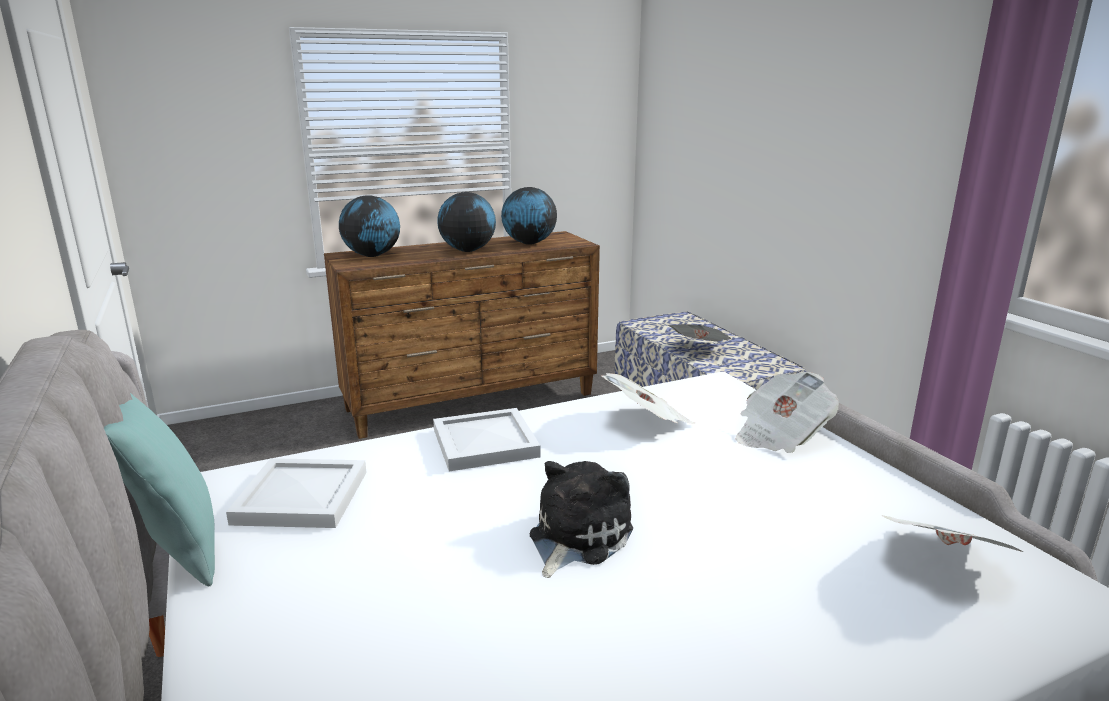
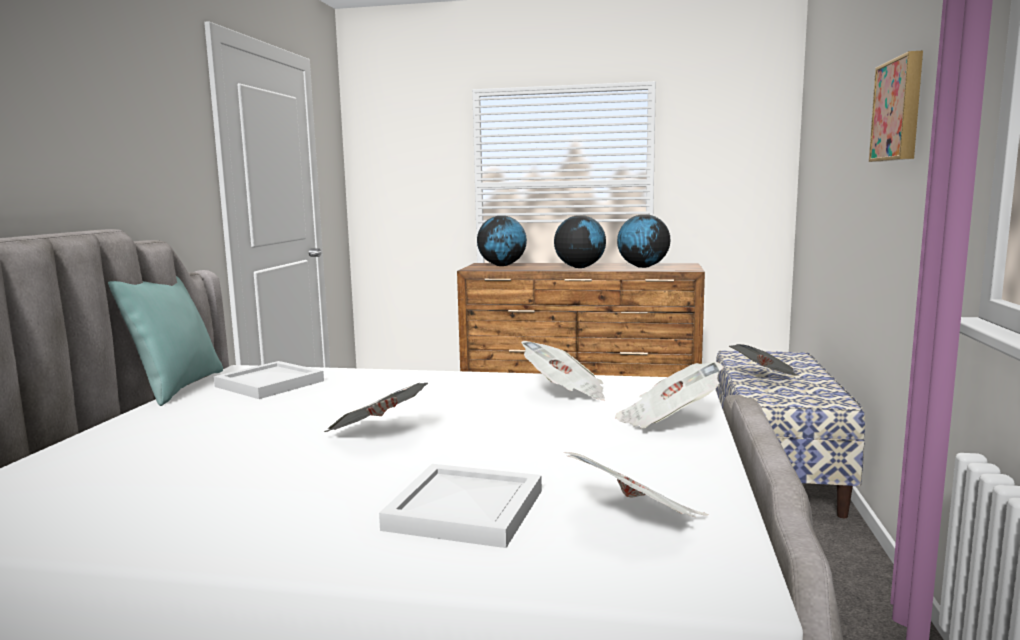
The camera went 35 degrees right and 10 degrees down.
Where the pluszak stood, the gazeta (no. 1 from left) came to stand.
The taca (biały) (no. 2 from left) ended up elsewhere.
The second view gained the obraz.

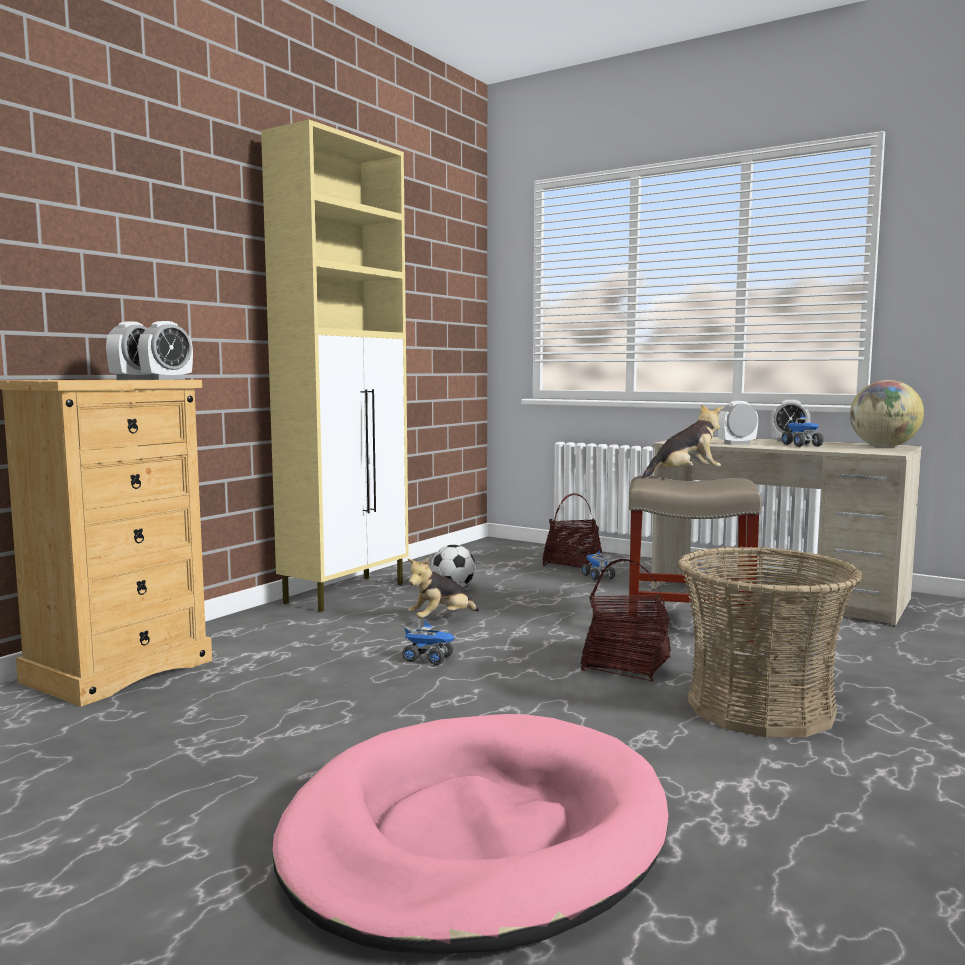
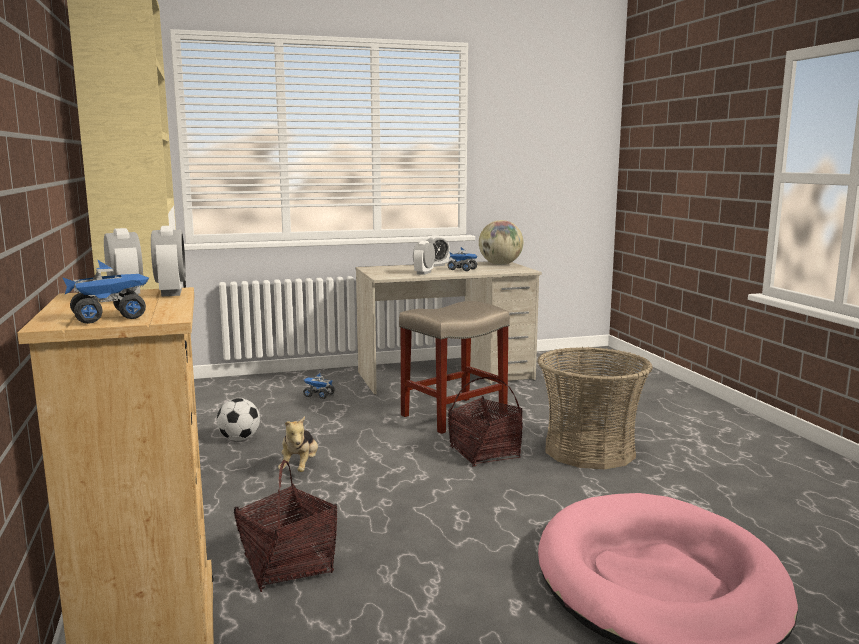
The camera went 50 degrees left and 5 degrees up.
The ciężarówka zabawkowa (no. 1 from left) ended up elsewhere.
The koszyk (no. 1 from left) ended up elsewhere.
The second view lost the pluszak (no. 2 from left).

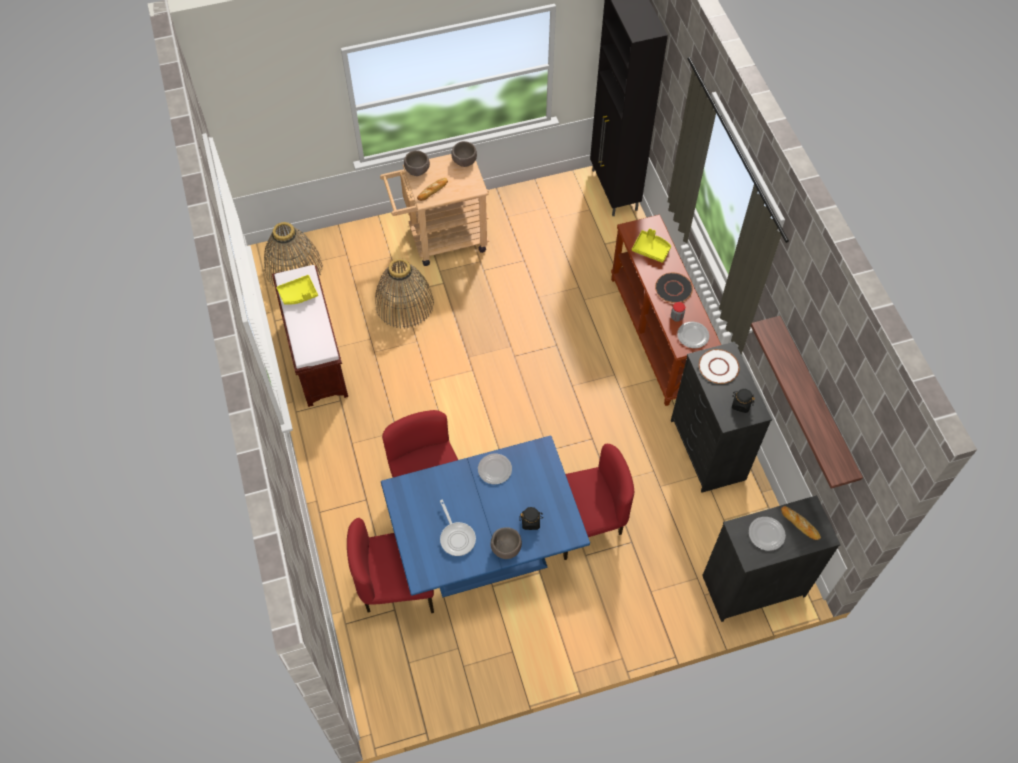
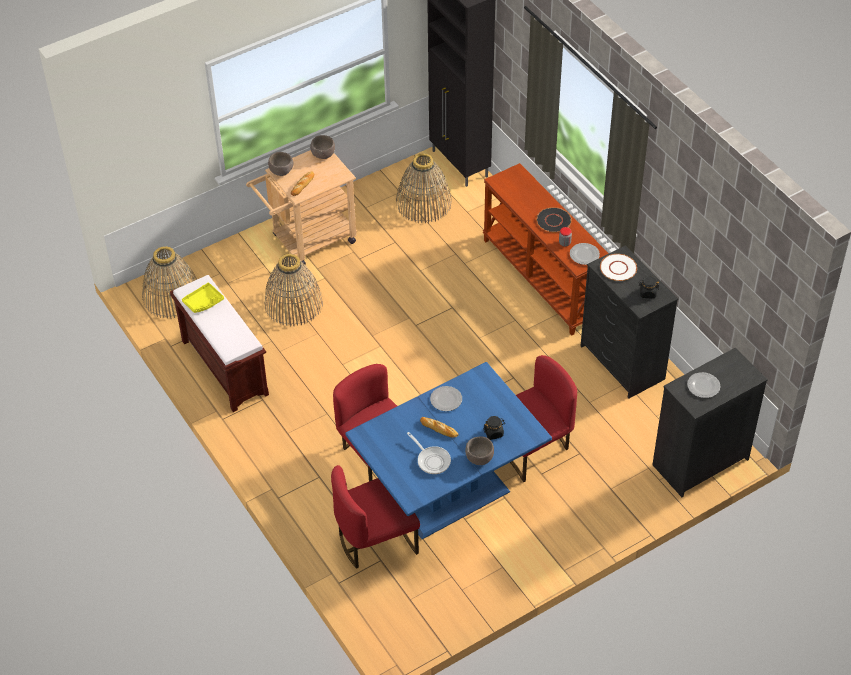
The camera went 15 degrees left and 10 degrees down.
The second view gained the koszyk (no. 3 from left).
The chleb (no. 2 from left) ended up elsewhere.
The second view lost the taca (żółty) (no. 2 from left).
The second view lost the półka.

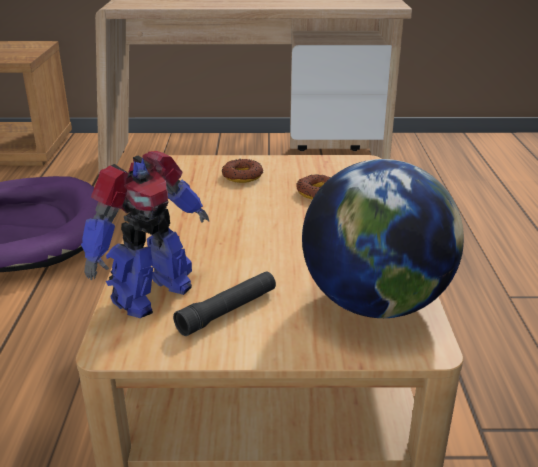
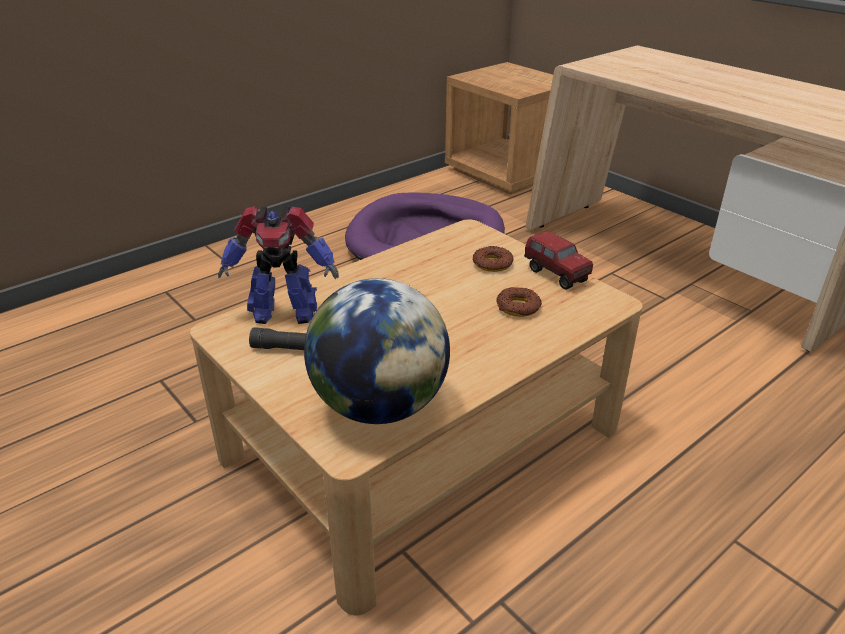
The camera went 50 degrees right and 5 degrees up.
The second view gained the ciężarówka zabawkowa.

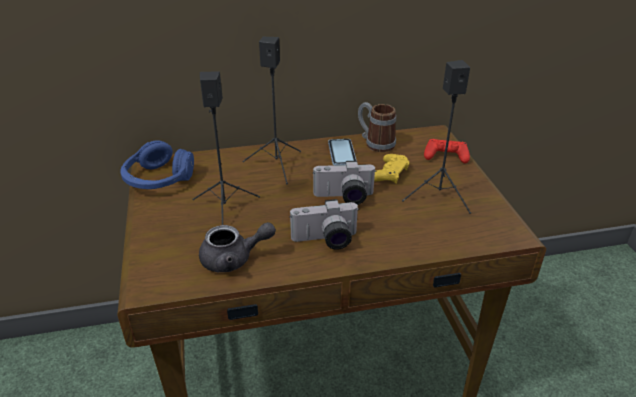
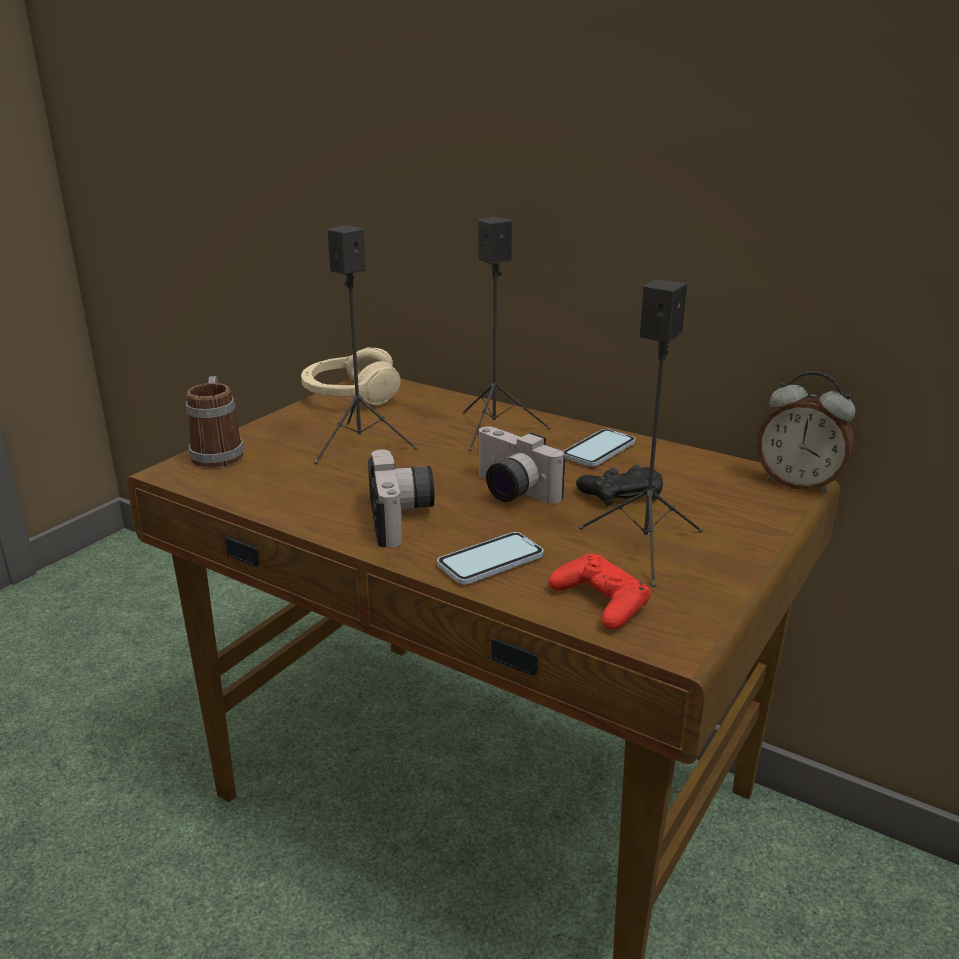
The camera went 45 degrees right and 10 degrees down.
The kubek ended up elsewhere.
What was the słuchawki (niebieski) turned into the słuchawki (beżowy).
The aparat fotograficzny (no. 1 from left) ended up facing another way, 135 degrees counterclockwise from before.
The second view gained the telefon (no. 1 from left).
The pad do gier (czerwony) ended up elsewhere.
What was the pad do gier (żółty) turned into the pad do gier (czarny).
The second view gained the budzik.
The second view lost the imbryk (szary).

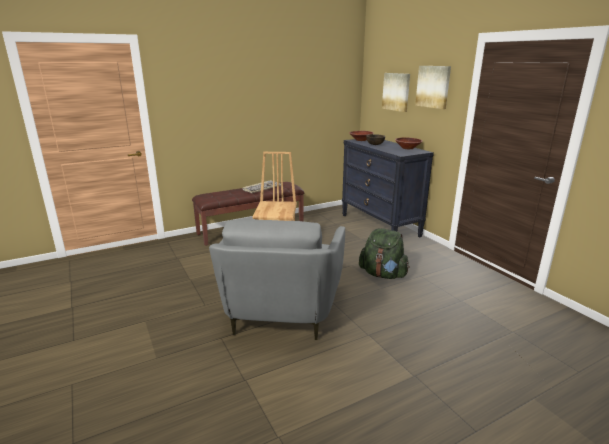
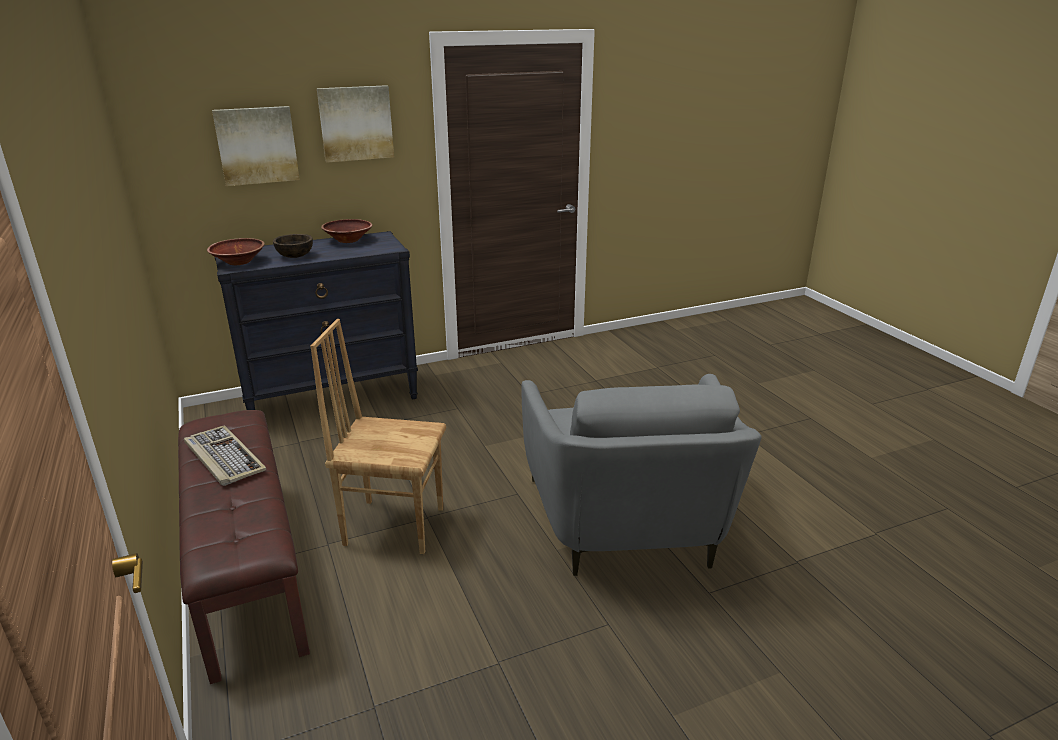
The camera went 85 degrees left and 5 degrees up.
The fotel (szary) ended up facing another way, 75 degrees clockwise from before.
The second view lost the plecak (zielony).

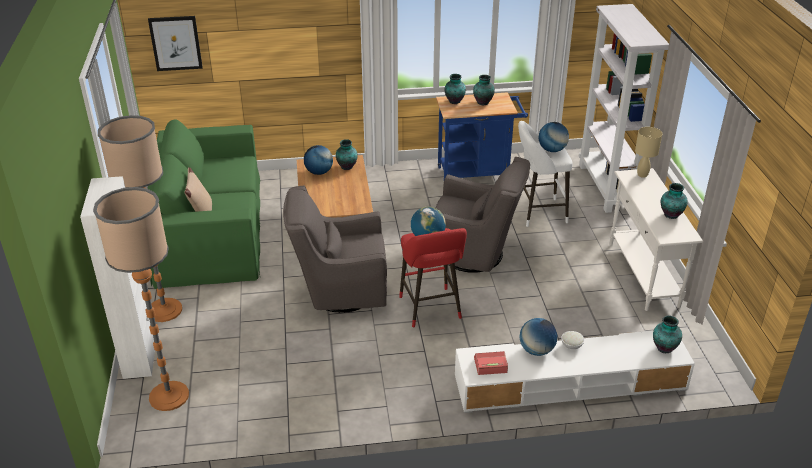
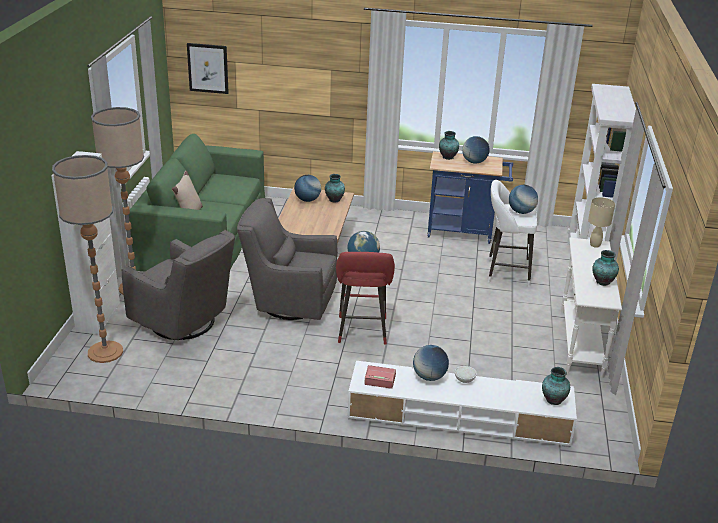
The camera went 15 degrees right and 5 degrees down.
The fotel (szary) (no. 2 from left in the first image) ended up elsewhere.
Where the wazon (no. 3 from left) stood, the globus (no. 4 from left) came to stand.

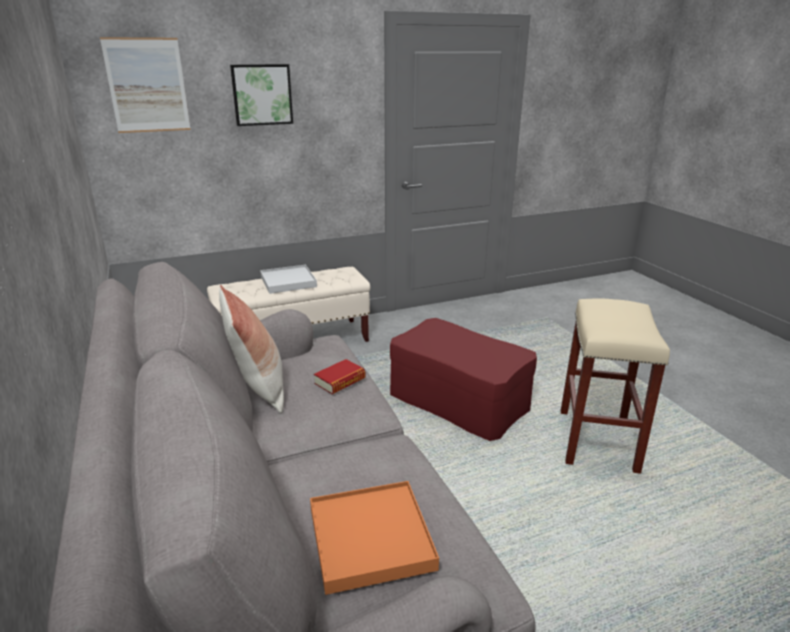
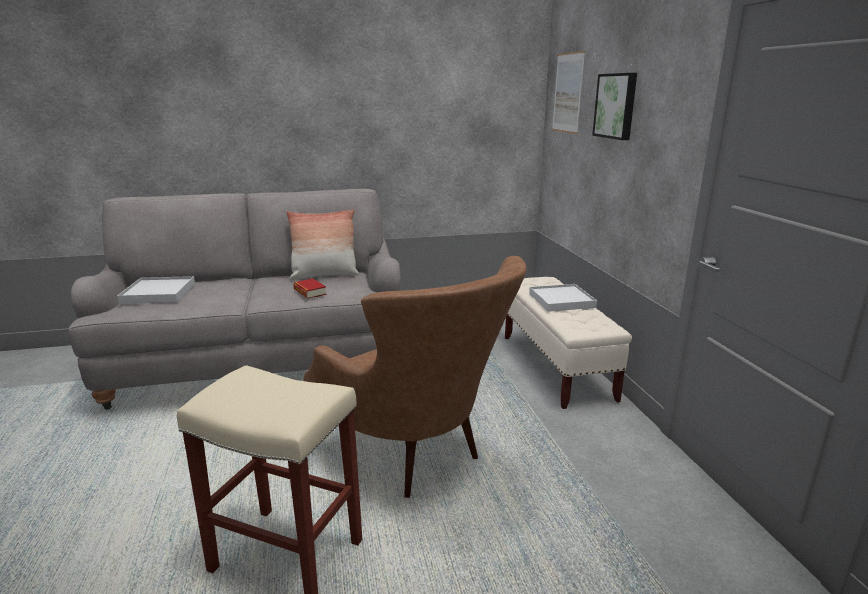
The camera went 100 degrees right and 5 degrees down.
What was the taca (pomarańczowy) turned into the taca (biały) (no. 1 from left).
Where the pufa (czerwony) stood, the fotel (brązowy) came to stand.

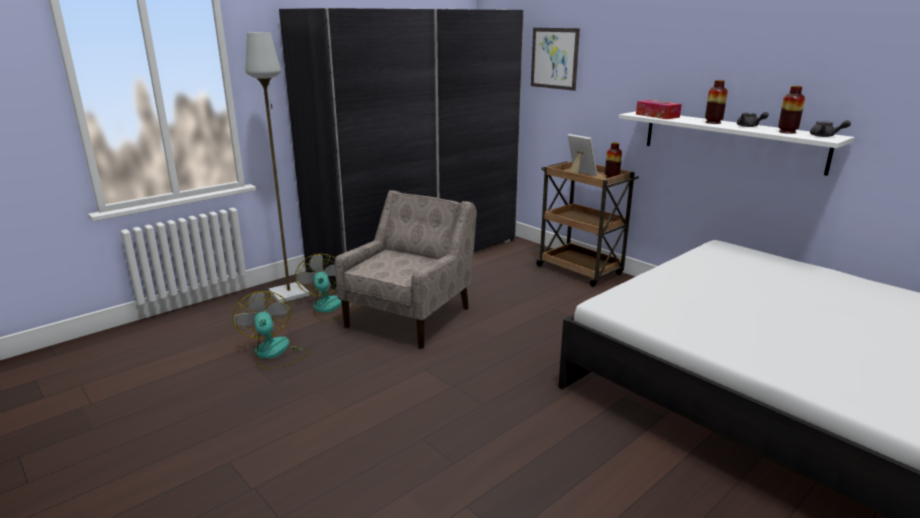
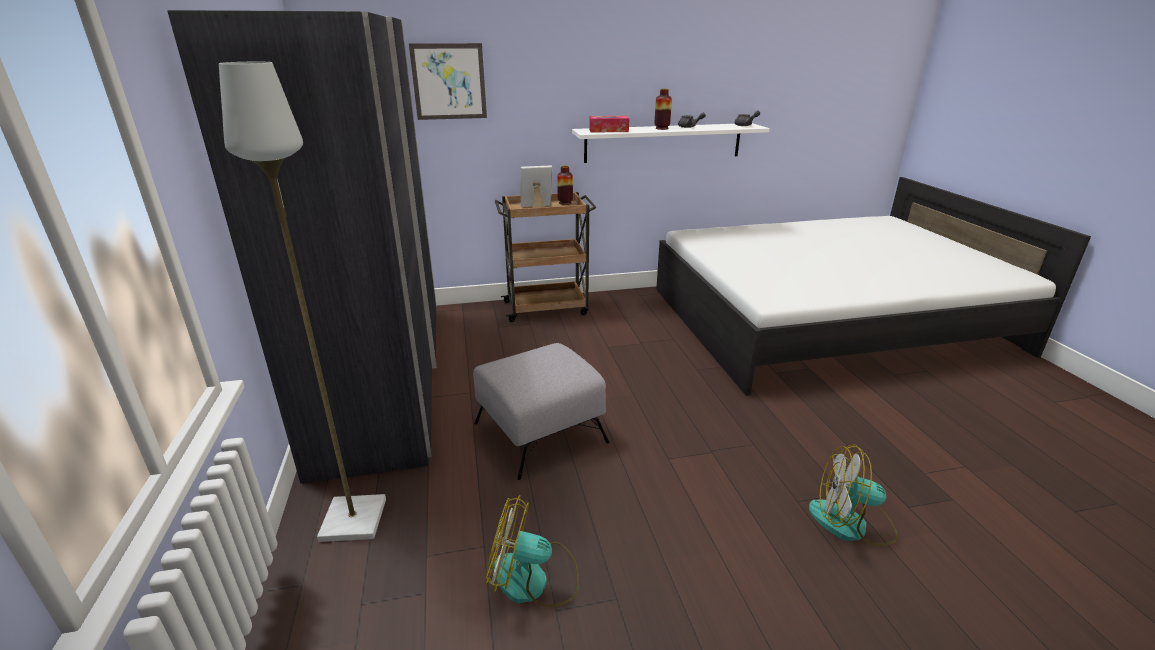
The camera went 60 degrees left and 5 degrees up.
Where the fotel (beżowy) stood, the pufa (szary) came to stand.
The wentylator (no. 2 from left) ended up elsewhere.
The second view lost the wazon (no. 3 from left).

